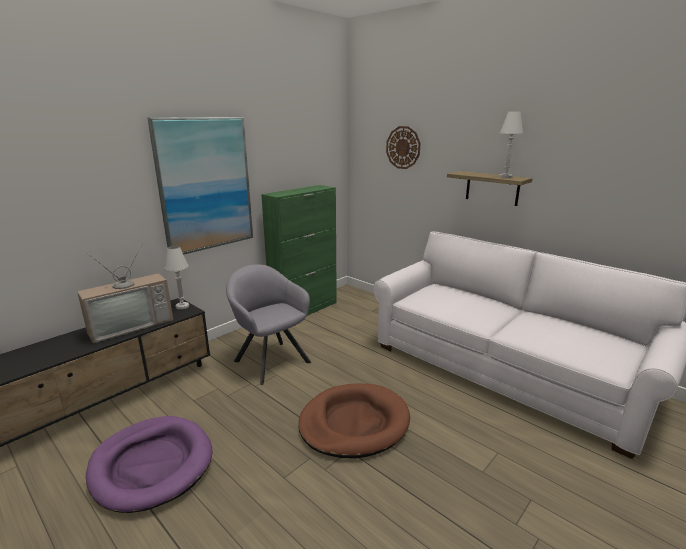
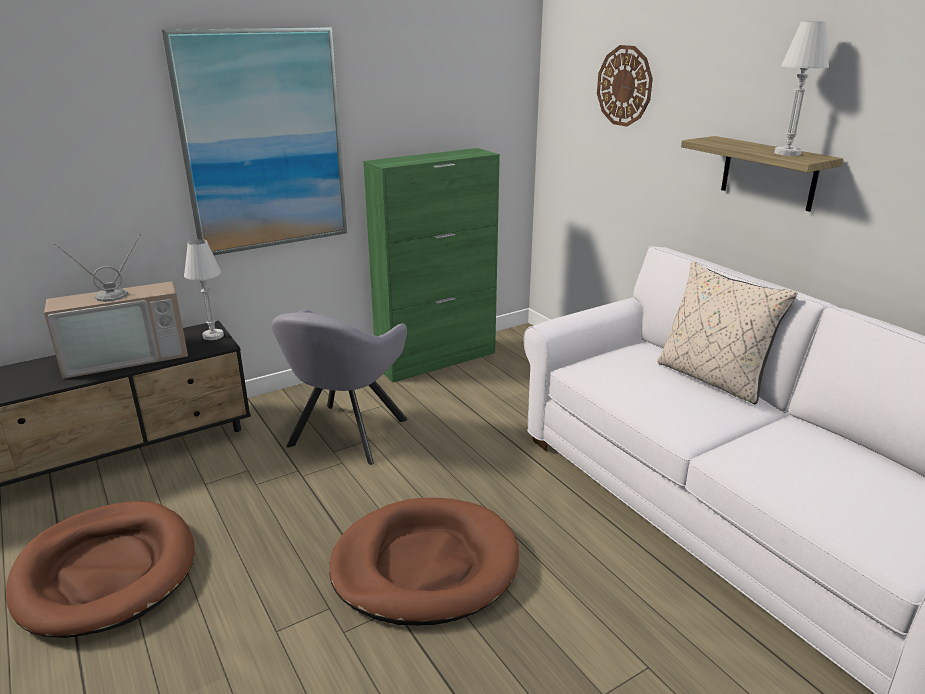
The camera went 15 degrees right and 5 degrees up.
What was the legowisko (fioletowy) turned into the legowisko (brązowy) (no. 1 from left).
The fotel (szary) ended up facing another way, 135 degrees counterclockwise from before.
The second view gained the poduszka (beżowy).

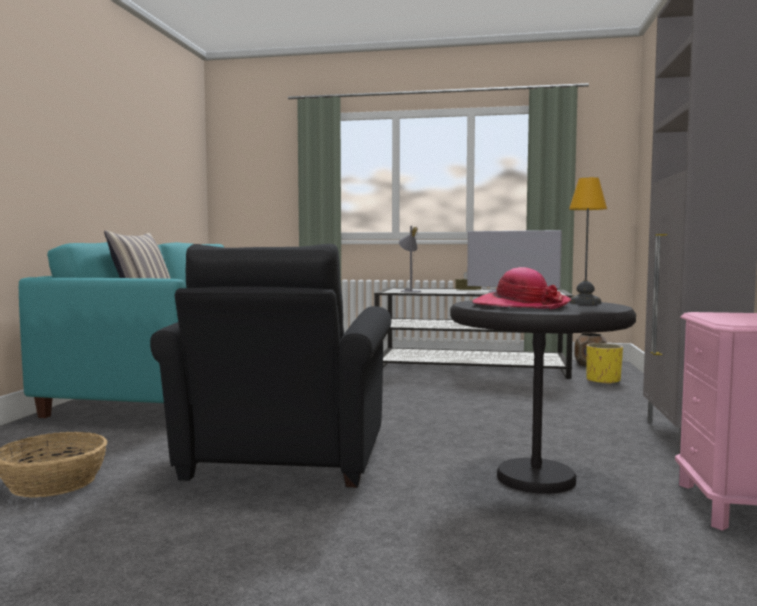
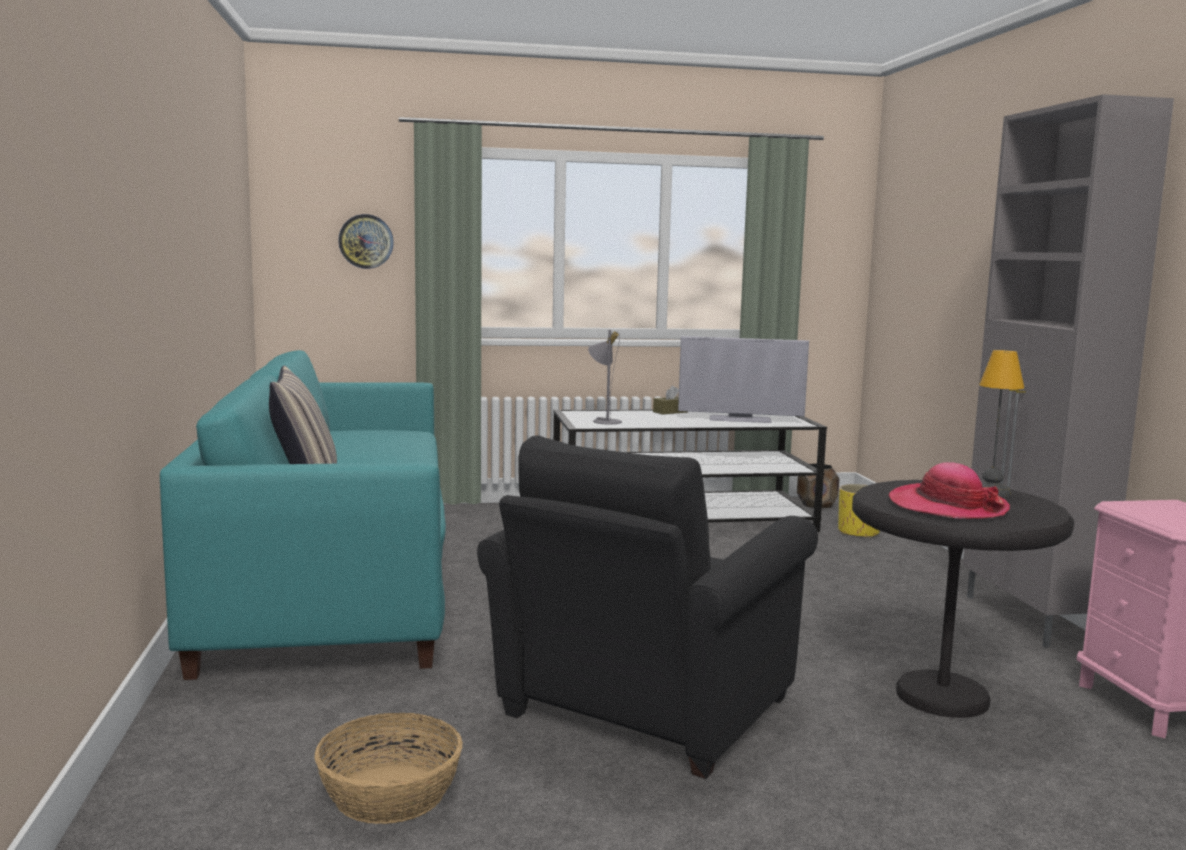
The camera went 20 degrees left and 5 degrees up.
The second view gained the zegar ścienny.
The fotel (czarny) ended up facing another way, 45 degrees clockwise from before.

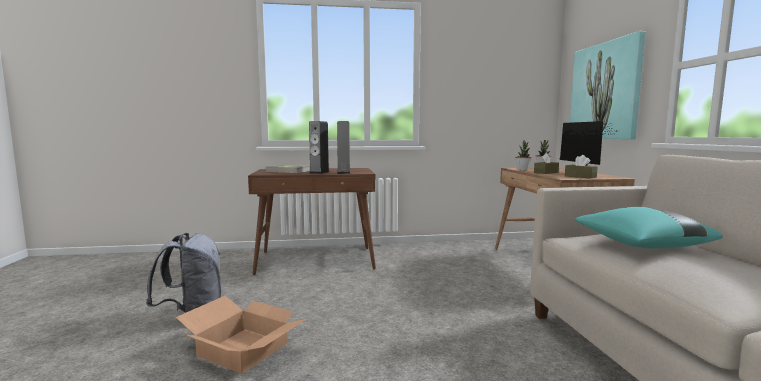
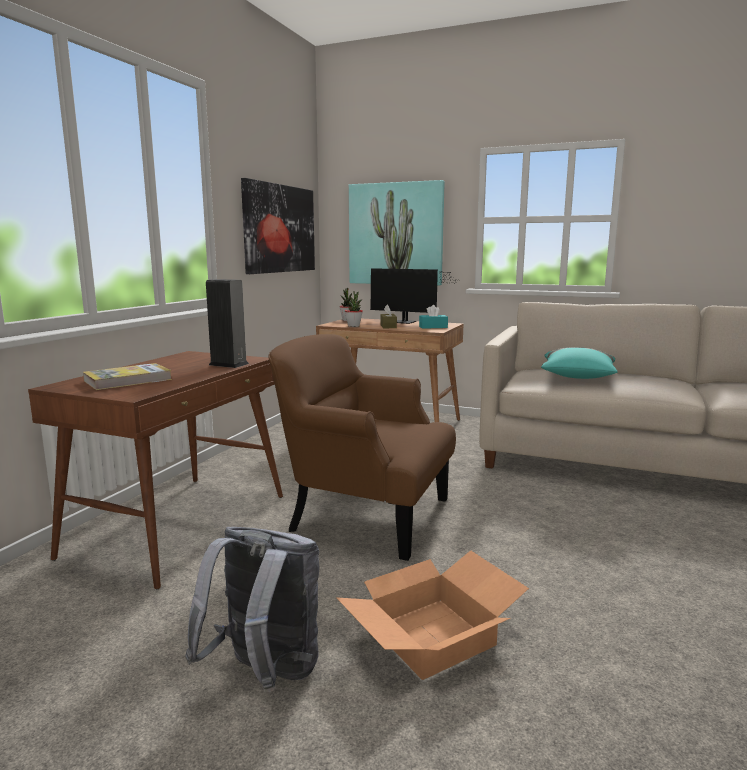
The camera went 60 degrees left and 5 degrees up.
The second view gained the obraz (no. 1 from left).
The second view gained the fotel (brązowy).
What was the pudełko chusteczek (brązowy) (no. 2 from left) turned into the pudełko chusteczek (turkusowy).
The second view lost the głośnik (no. 1 from left).

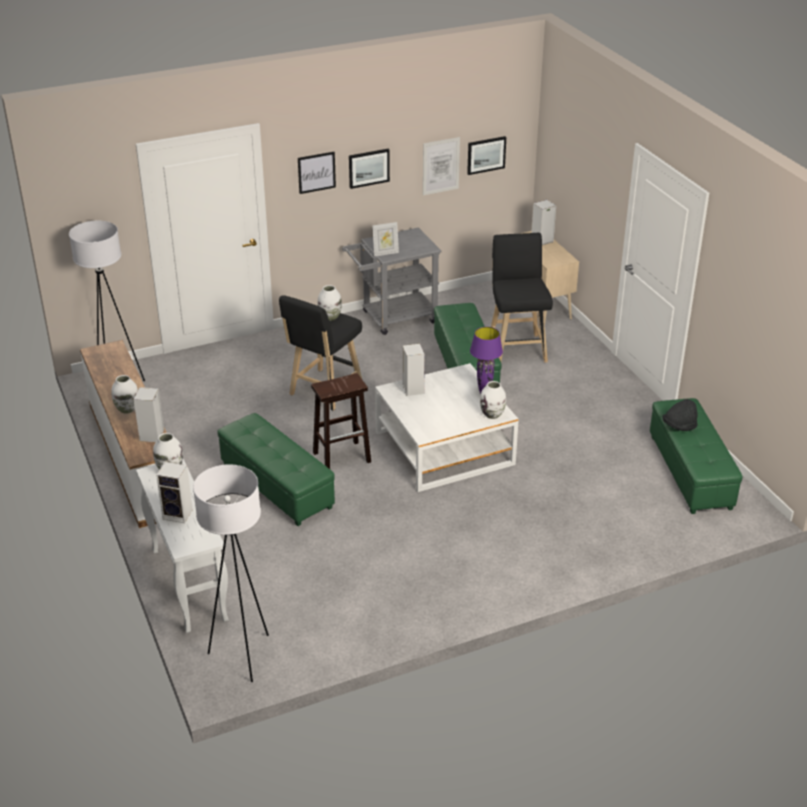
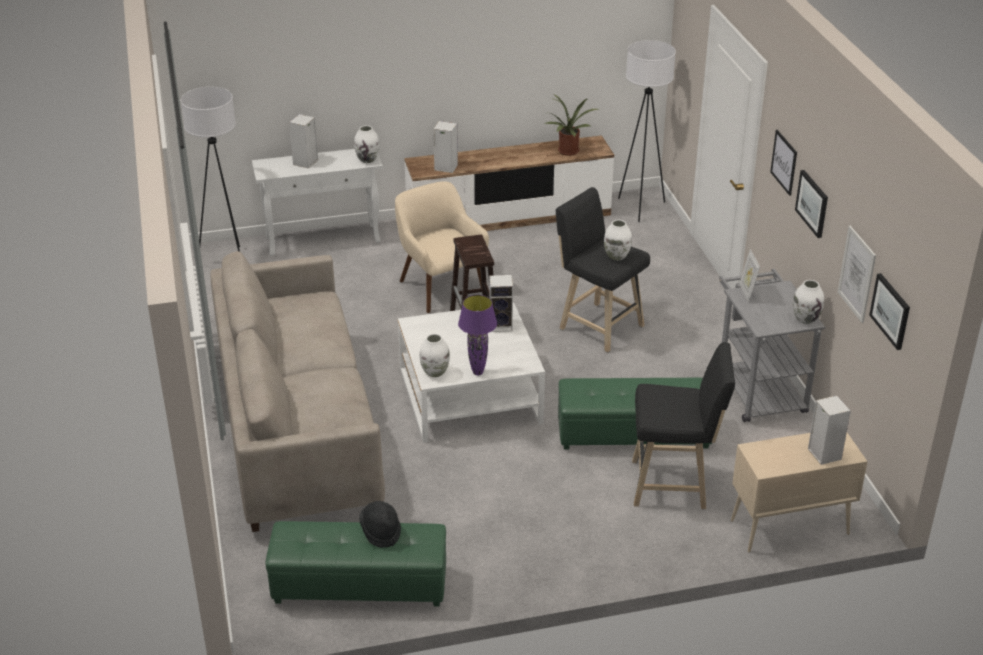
The camera went 100 degrees right and 0 degrees up.
The second view gained the kanapa (beżowy).
Where the pufa (zielony) (no. 1 from left) stood, the fotel (beżowy) came to stand.
The second view gained the roślina doniczkowa.
The wazon (biały) (no. 1 from left in the first image) ended up elsewhere.

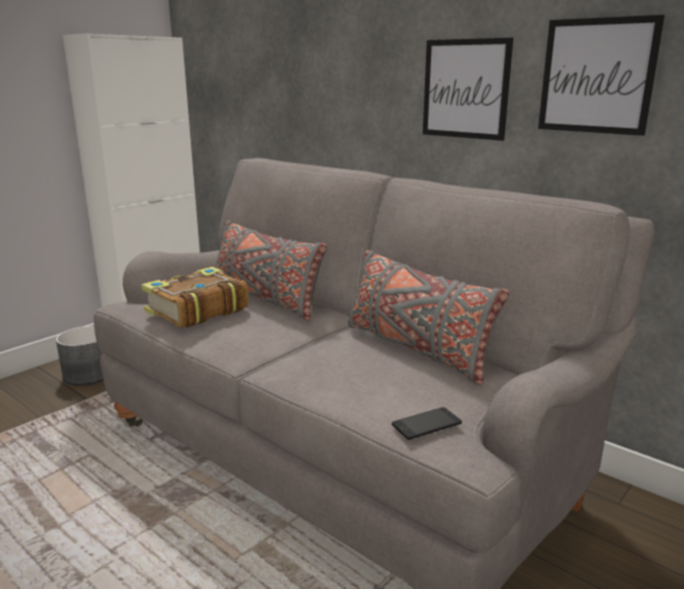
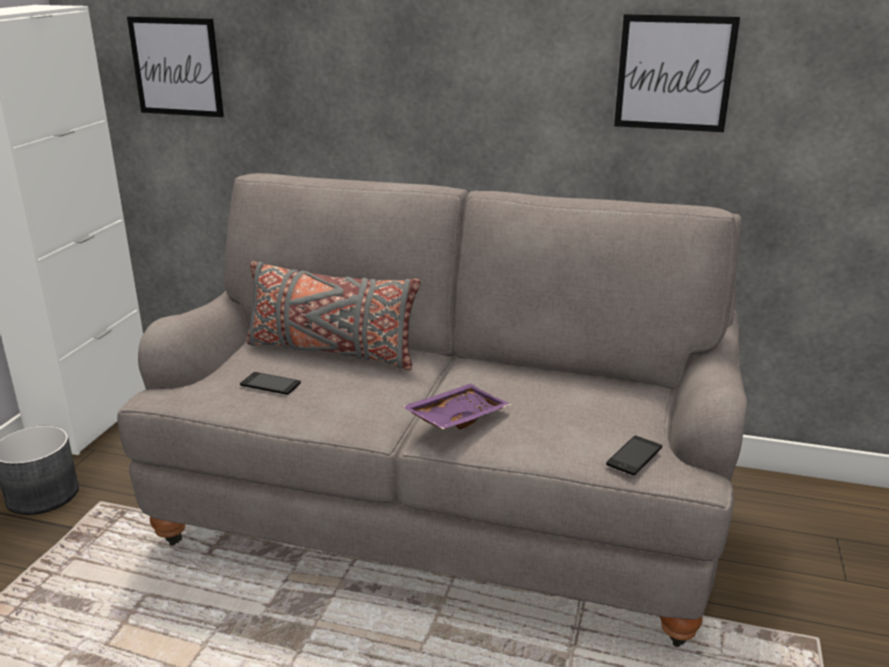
The camera went 25 degrees left and 5 degrees up.
The obraz (no. 1 from left) ended up elsewhere.
Where the książka stood, the telefon (no. 1 from left) came to stand.
The second view gained the taca (fioletowy).
The second view lost the poduszka (szary) (no. 2 from left).

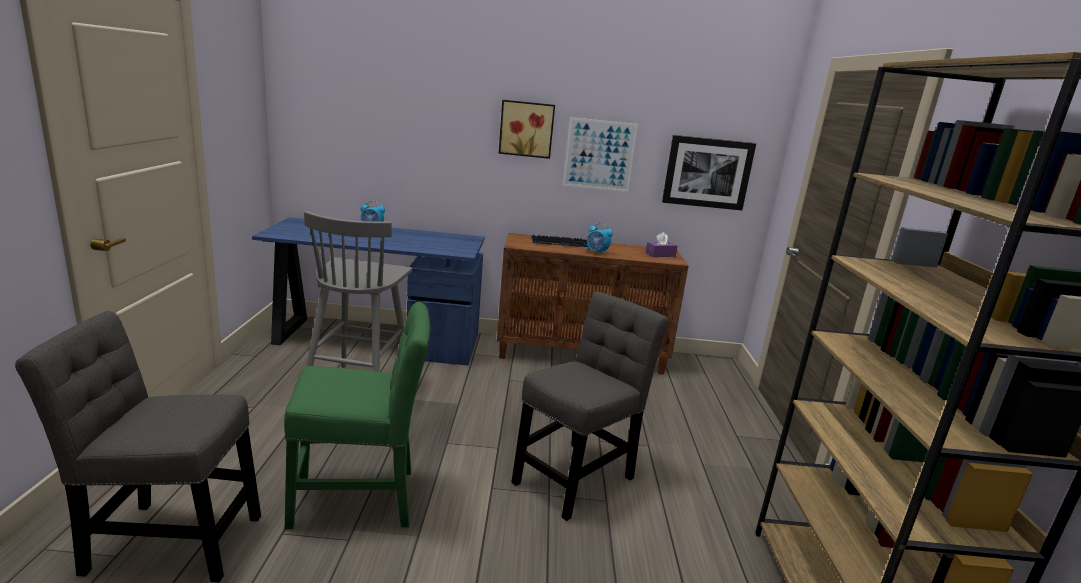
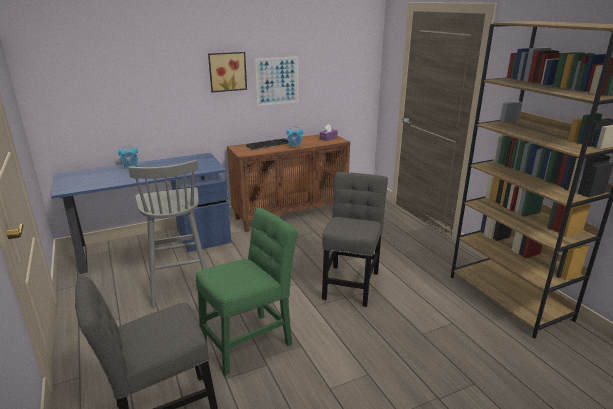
The camera went 25 degrees left and 5 degrees up.
The second view lost the obraz (no. 3 from left).

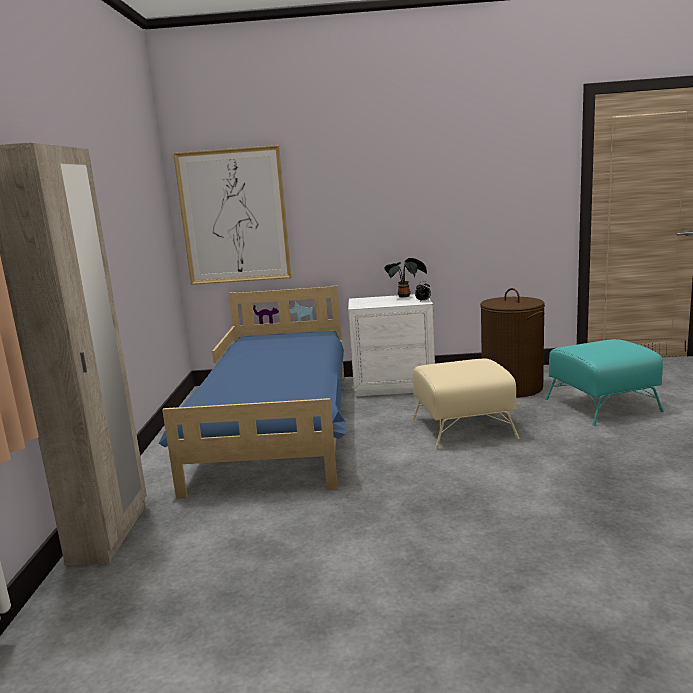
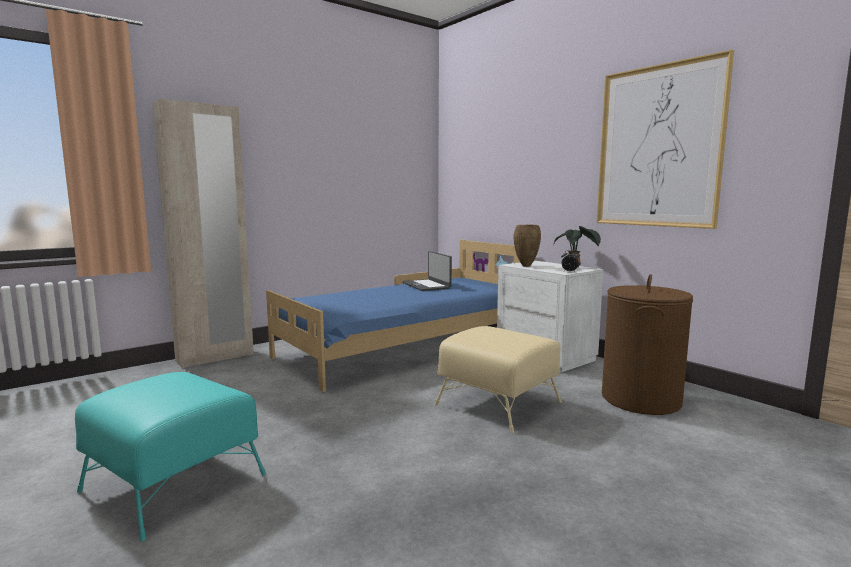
The camera went 50 degrees right and 5 degrees down.
The pufa (turkusowy) ended up elsewhere.
The second view gained the laptop.
The second view gained the wazon (brązowy).
The obraz ended up elsewhere.

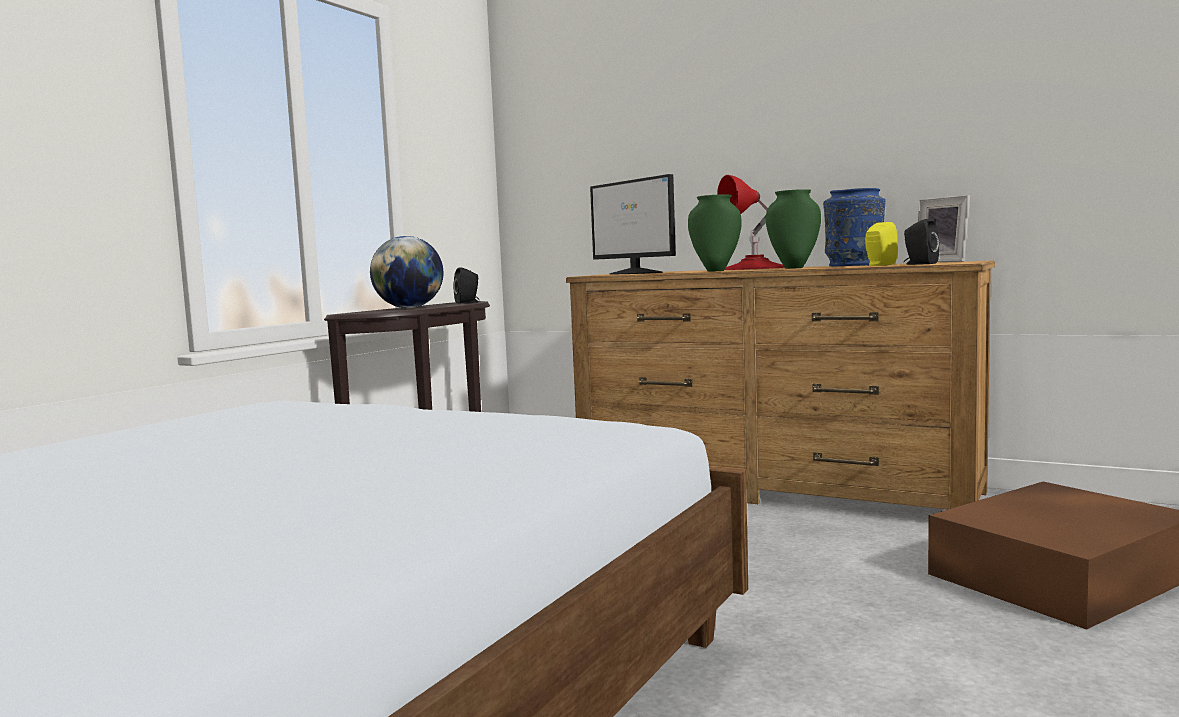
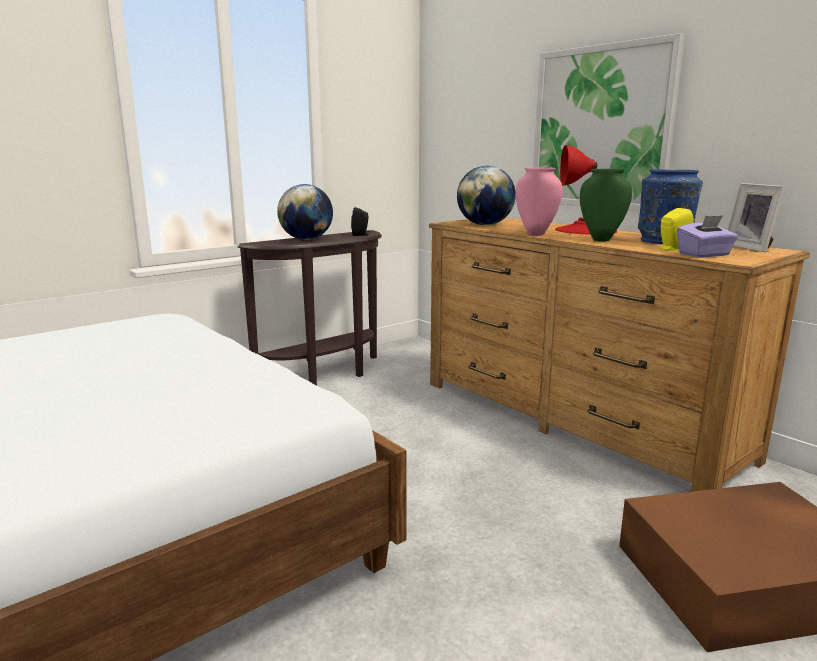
The camera went 20 degrees right and 10 degrees up.
Where the monitor stood, the globus (no. 2 from left) came to stand.
What was the wazon (zielony) (no. 1 from left) turned into the wazon (różowy).
The second view gained the obraz.
Where the głośnik (czarny) (no. 2 from left) stood, the pudełko chusteczek (fioletowy) came to stand.

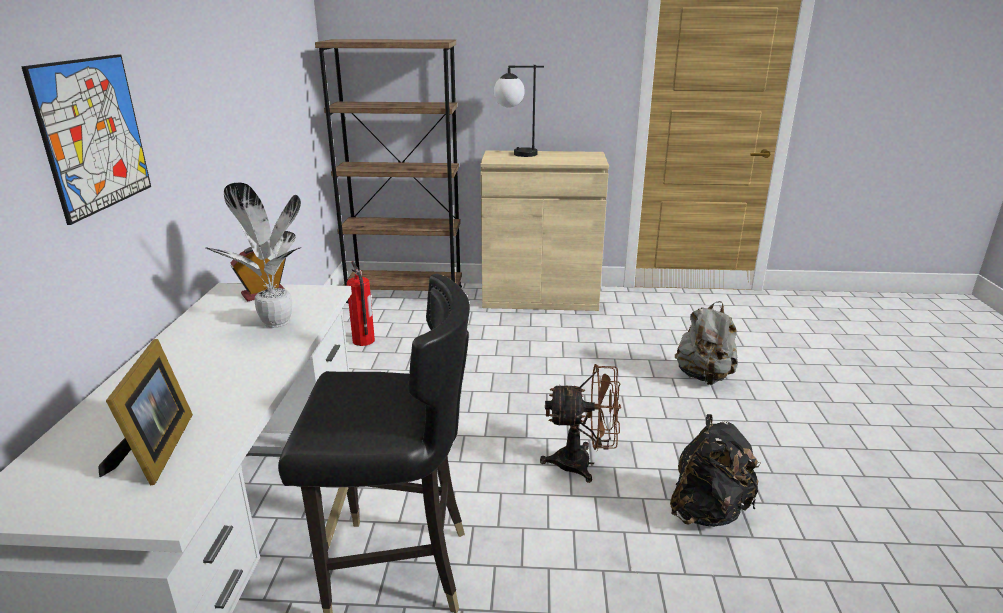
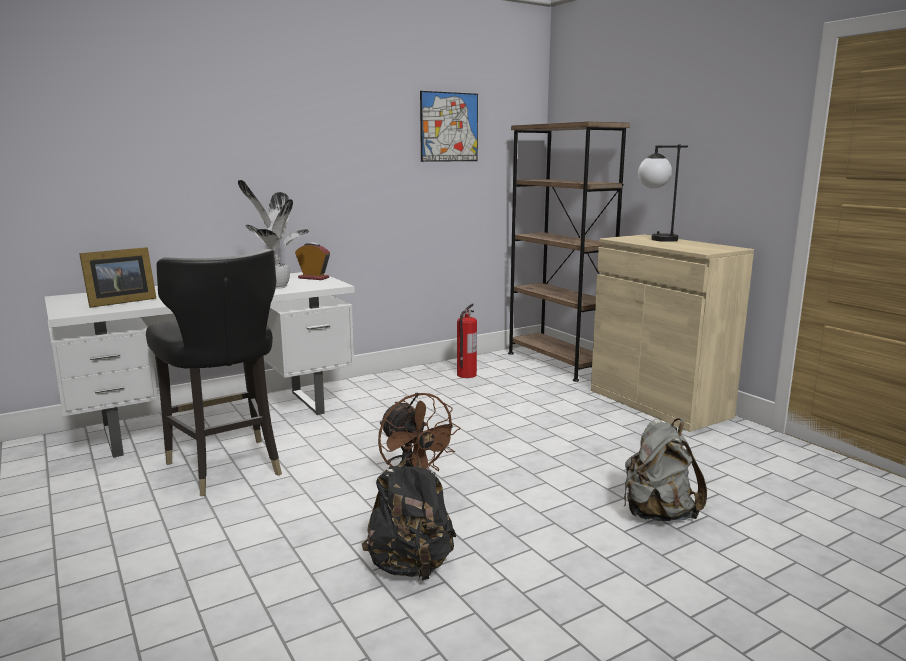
The camera went 55 degrees right and 10 degrees down.
The obraz ended up elsewhere.

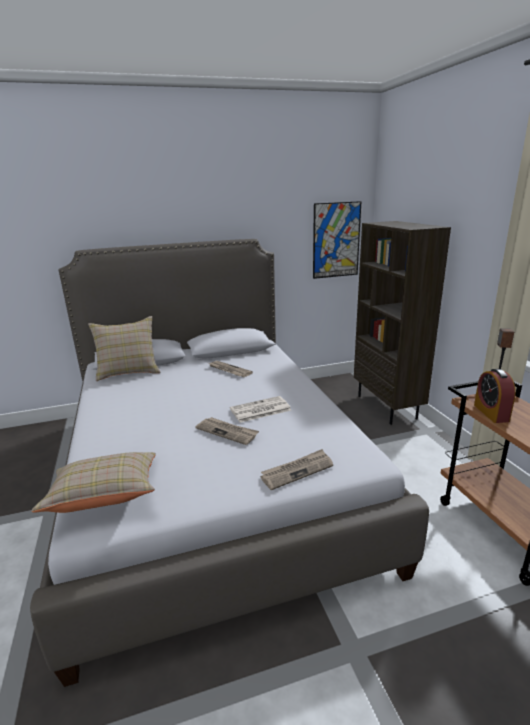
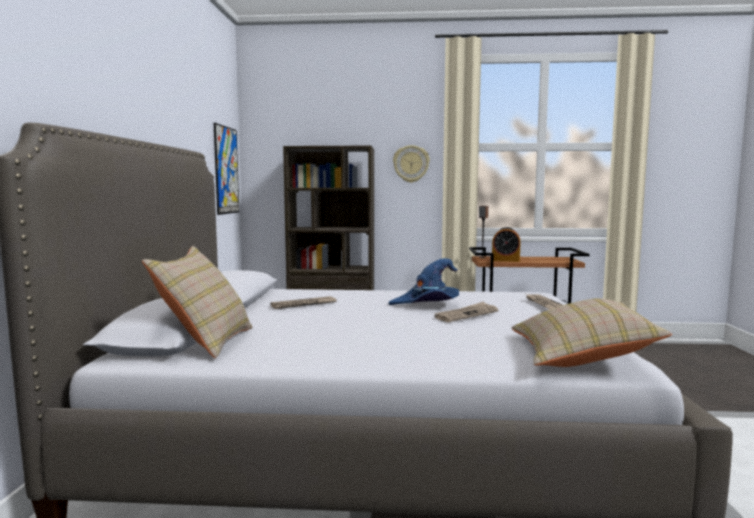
The camera went 70 degrees left and 15 degrees down.
Where the gazeta (no. 3 from left) stood, the kapelusz (niebieski) came to stand.
The second view gained the zegar ścienny.

